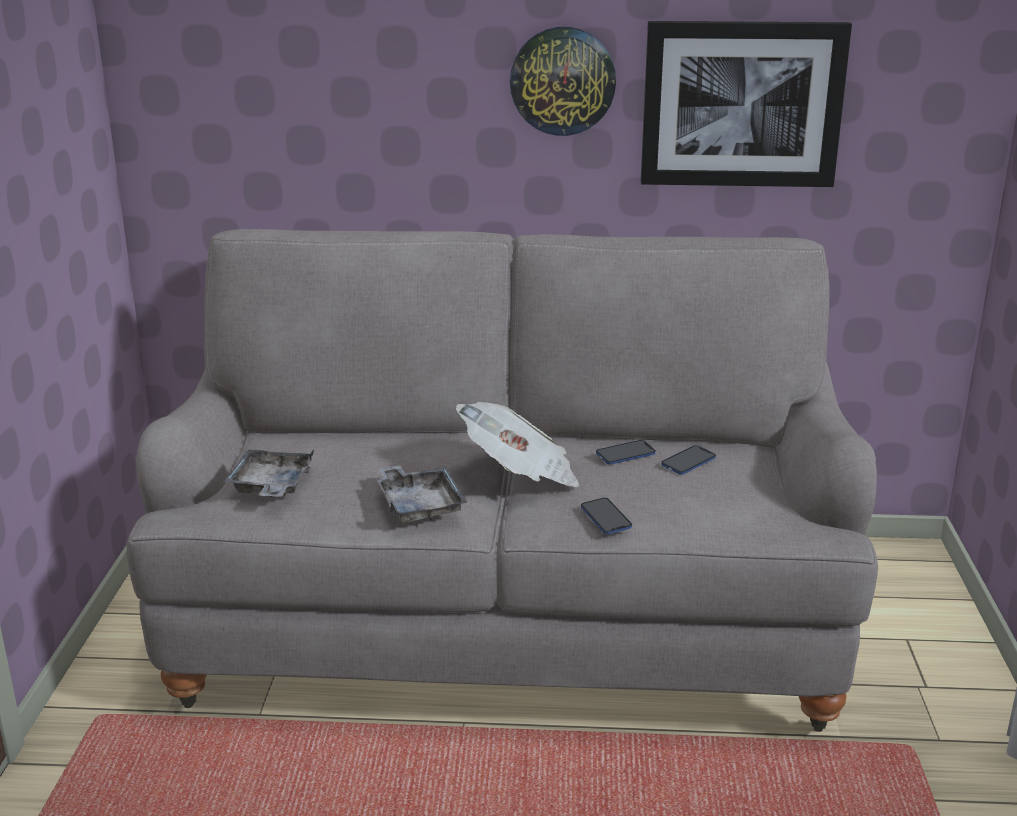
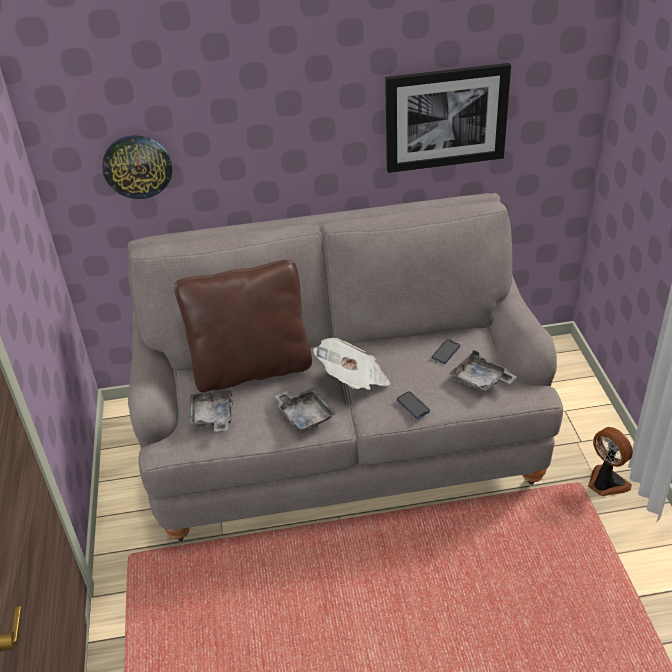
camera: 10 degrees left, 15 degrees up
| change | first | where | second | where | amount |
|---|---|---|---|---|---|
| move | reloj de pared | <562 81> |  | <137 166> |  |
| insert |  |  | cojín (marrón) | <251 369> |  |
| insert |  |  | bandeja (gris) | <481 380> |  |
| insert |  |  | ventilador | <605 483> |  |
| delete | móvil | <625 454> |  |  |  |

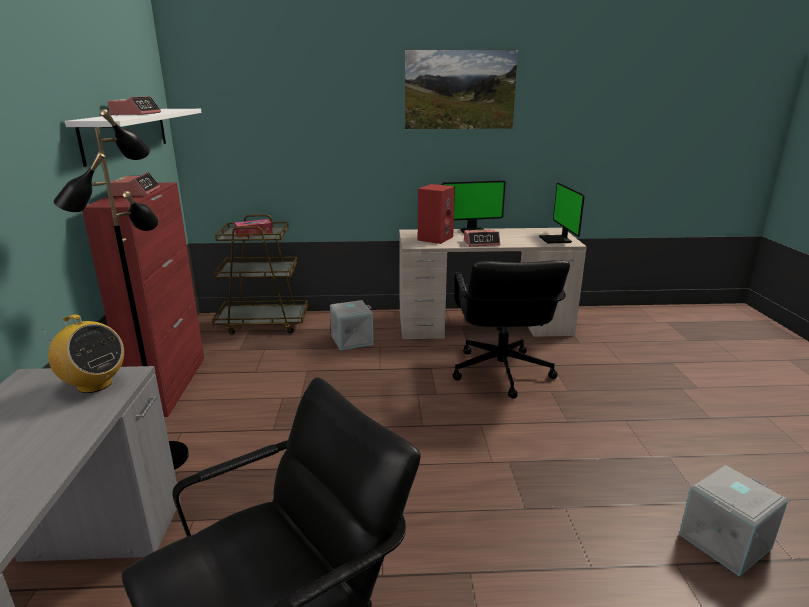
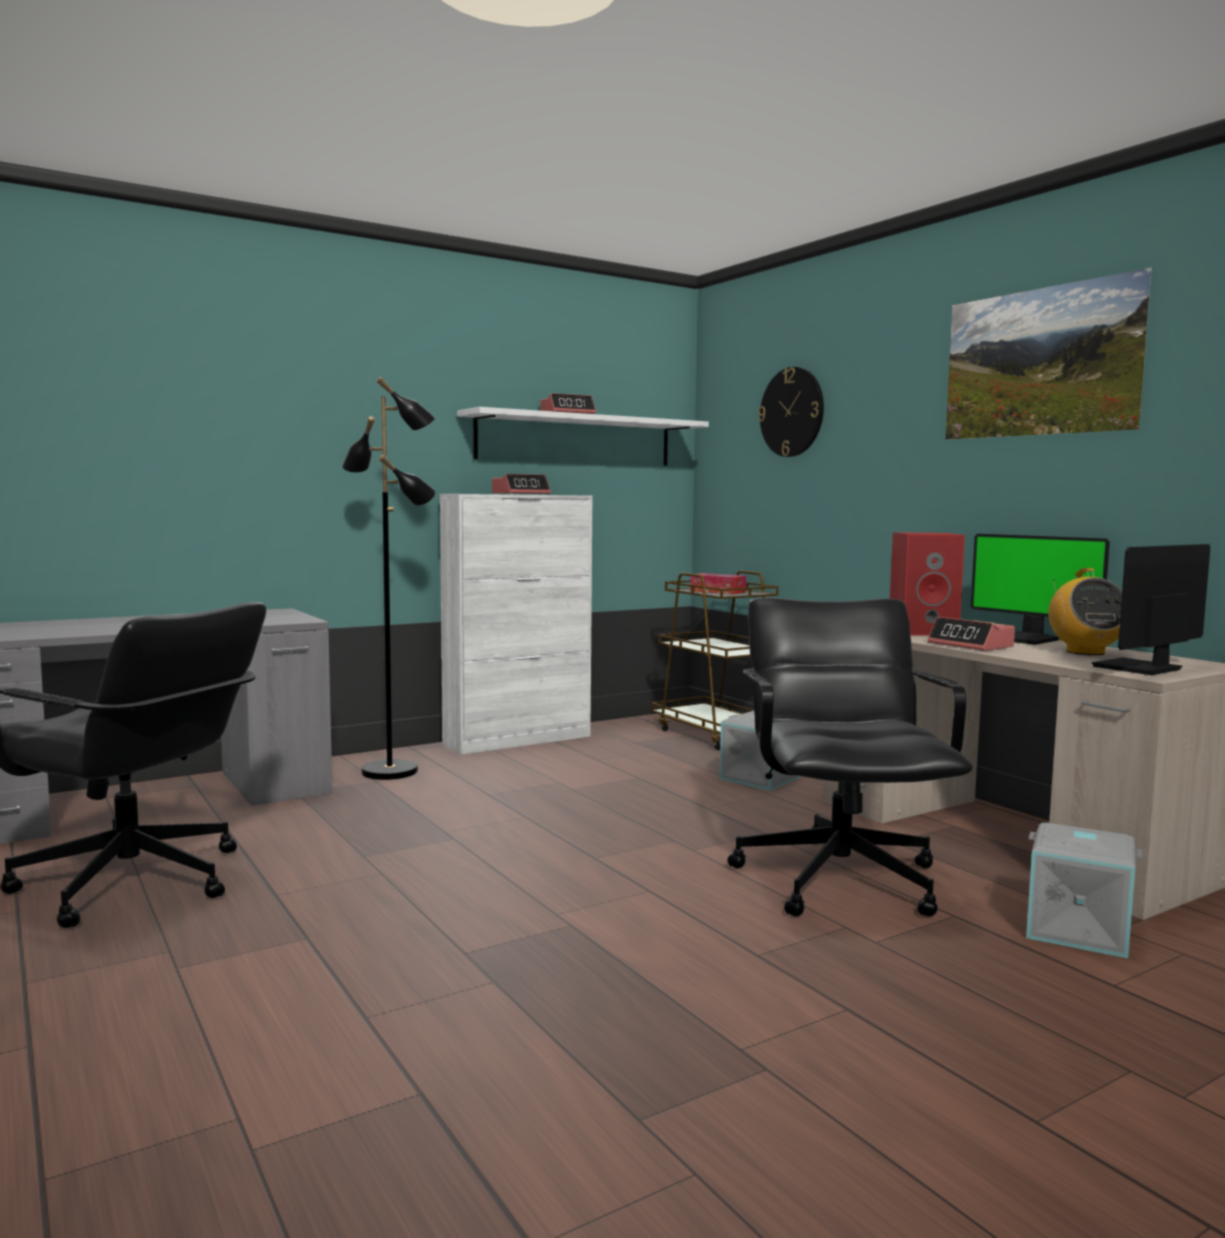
camera: 60 degrees right, 15 degrees down
| change | first | where | second | where | amount |
|---|---|---|---|---|---|
| recolor | armario (rojo) | <170 385> | armario (blanco) | <518 740> |  |
| rotate | silla de oficina (negro) | <500 372> |  | <840 879> | 120 degrees clockwise |
| insert |  |  | reloj de pared | <792 412> |  |
| move | caja de almacenaje (gris) | <723 540> |  | <1079 929> |  |
| move | radio | <94 385> |  | <1085 652> |  |

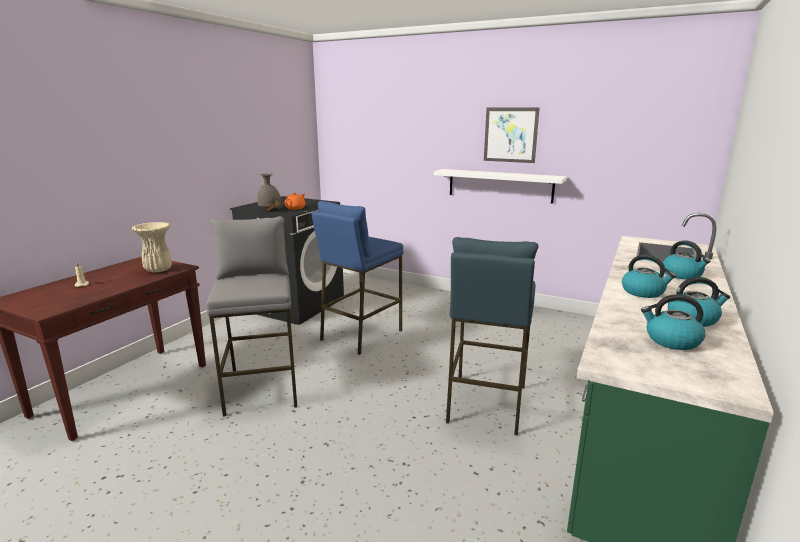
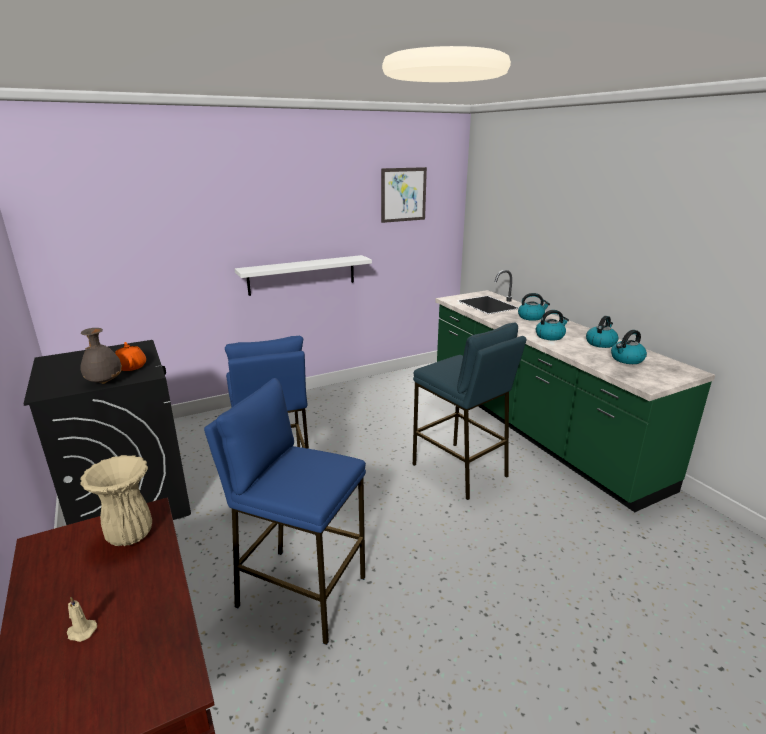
camera: 55 degrees left, 5 degrees up
| change | first | where | second | where | amount |
|---|---|---|---|---|---|
| recolor | taburete (gris) | <263 388> | taburete (azul) | <301 591> |  |
| move | cuadro | <510 135> |  | <403 194> |  |

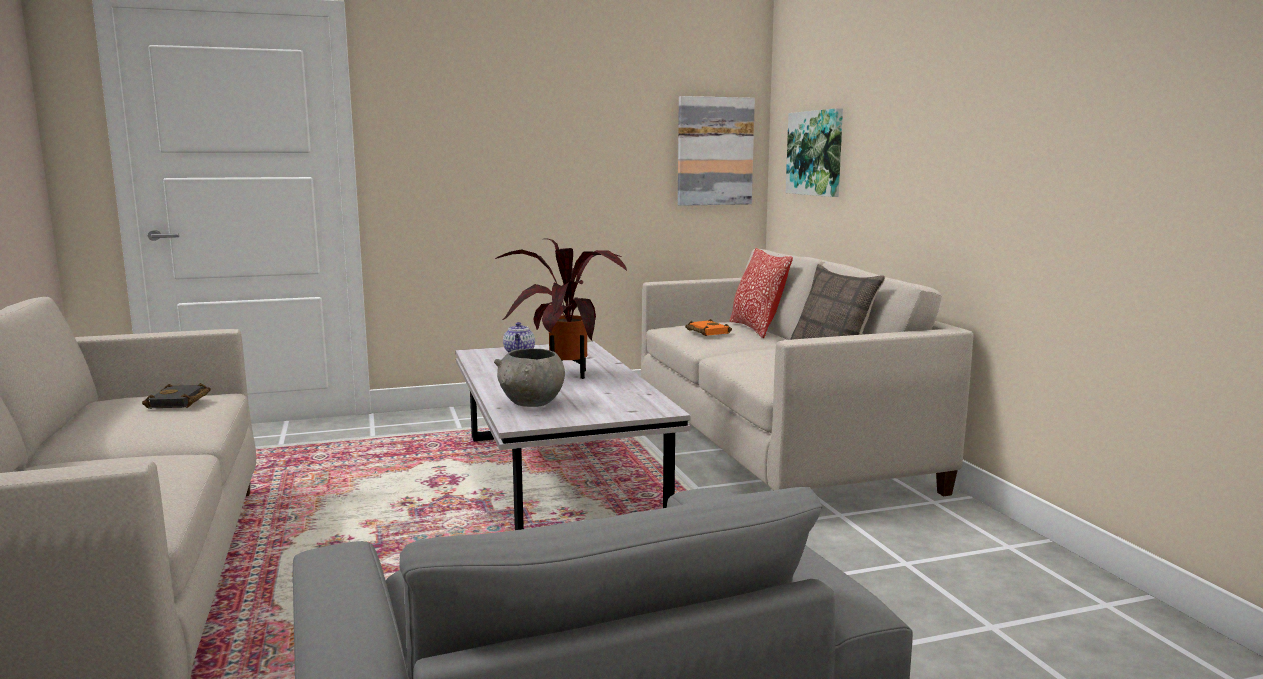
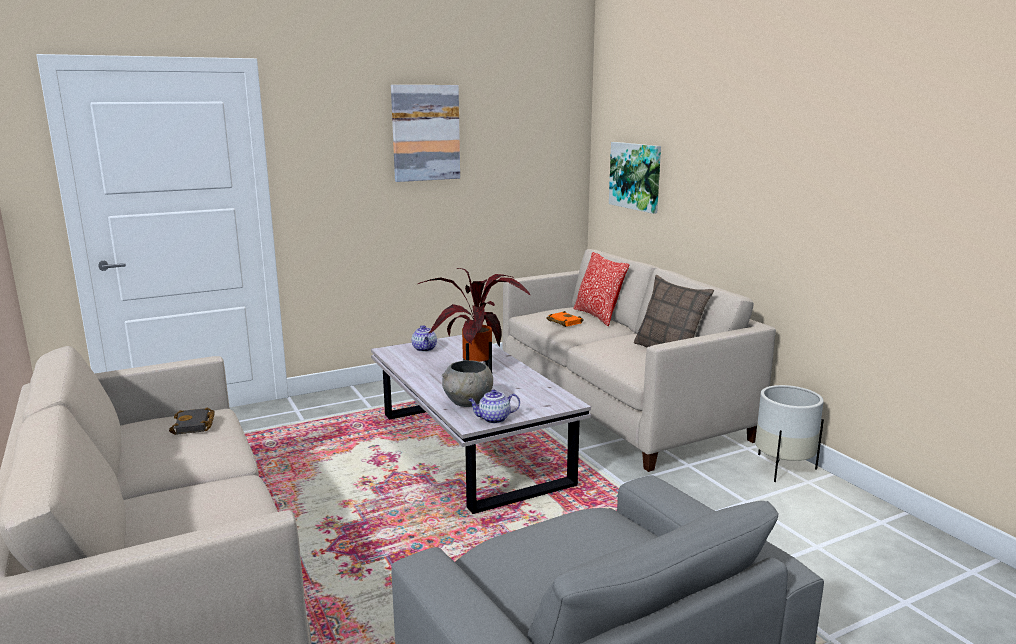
camera: 10 degrees left, 5 degrees up
| change | first | where | second | where | amount |
|---|---|---|---|---|---|
| move | cuadro | <714 151> |  | <425 133> |  |
| insert |  |  | tetera | <493 419> |  |
| insert |  |  | maceta (blanco) | <783 468> |  |

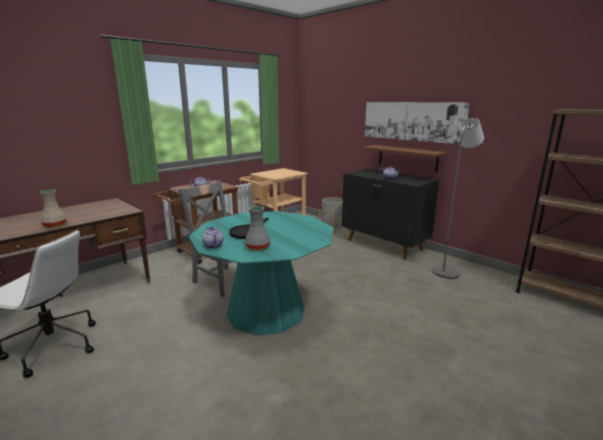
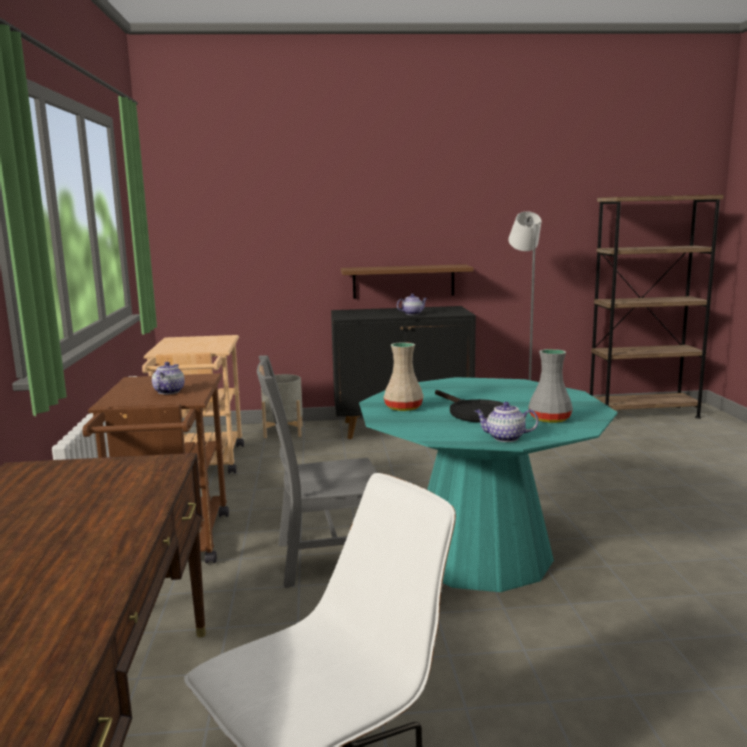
camera: 50 degrees left, 5 degrees down
| change | first | where | second | where | amount |
|---|---|---|---|---|---|
| move | florero (beis) | <55 225> |  | <403 407> |  |
| delete | cuadro | <411 121> |  |  |  |

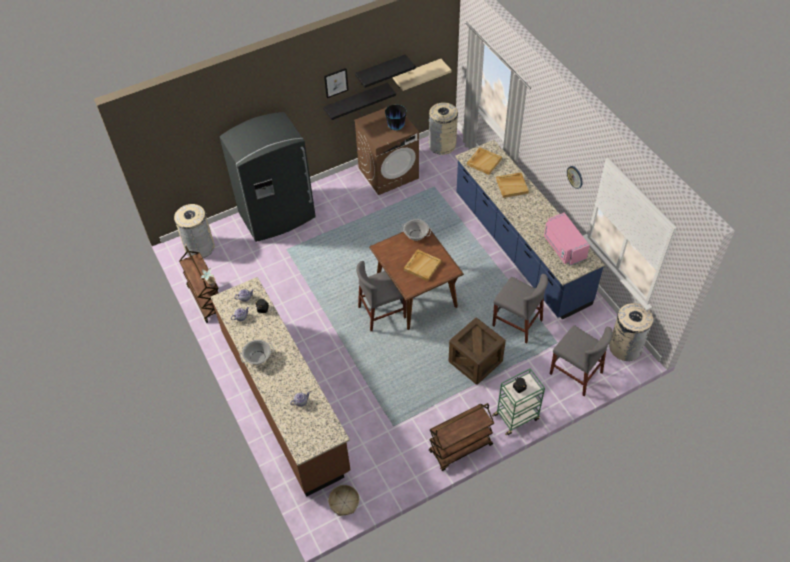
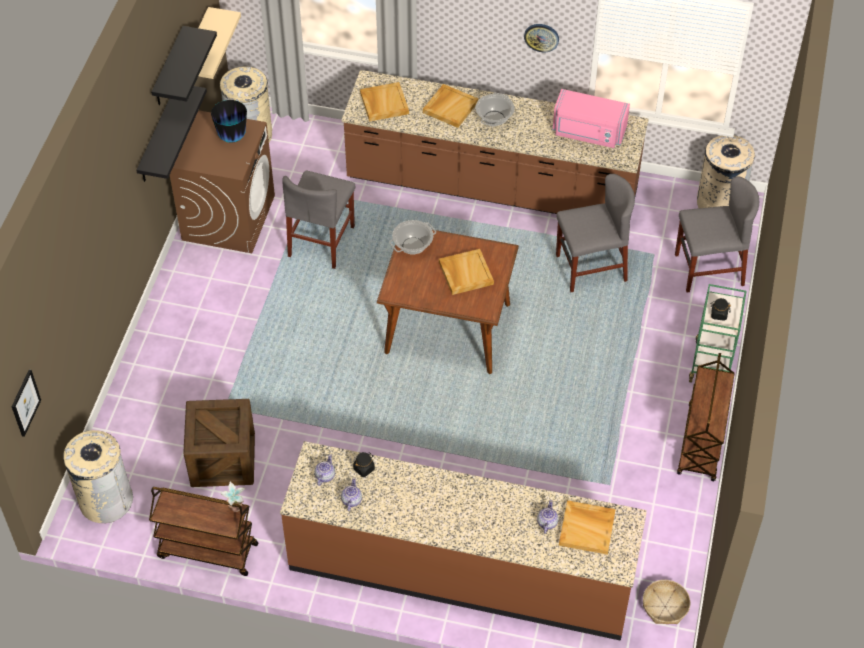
camera: 50 degrees left, 0 degrees up
| change | first | where | second | where | amount |
|---|---|---|---|---|---|
| move | cuadro | <336 82> |  | <25 403> |  |
| move | caja de embalaje | <475 361> |  | <223 460> |  |
| move | silla (gris) | <382 312> |  | <321 241> |  |
| recolor | mueble bajo de cocina (azul) | <520 248> | mueble bajo de cocina (marrón) | <492 186> |  |
| move | olla | <258 357> |  | <494 118> |  |
| insert |  |  | bandeja (beis) | <587 528> |  |
| delete | nevera (gris) | <278 216> |  |  |  |

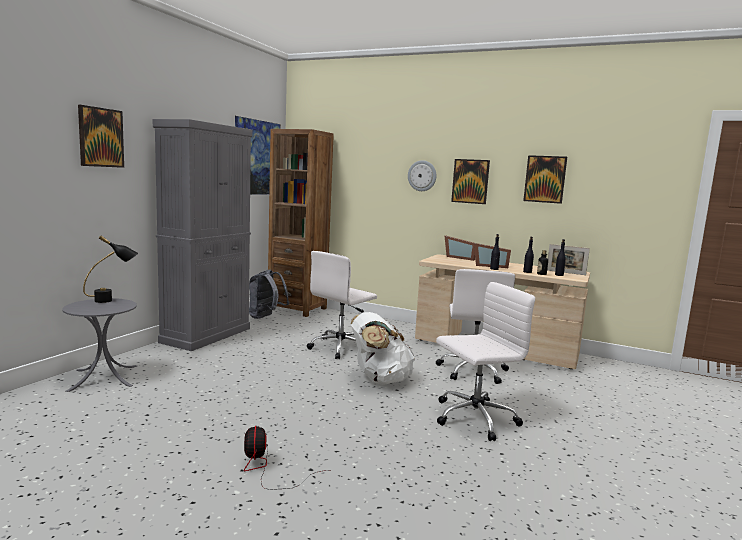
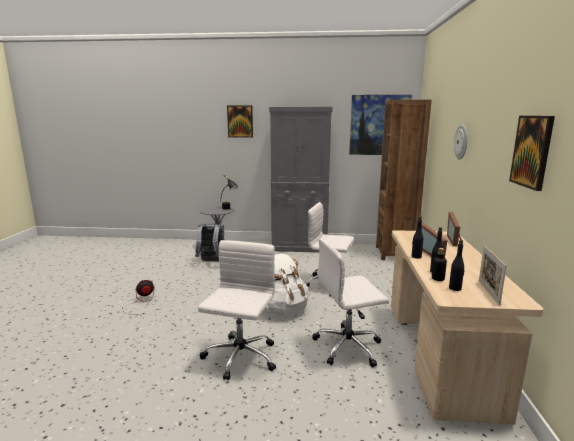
camera: 70 degrees right, 5 degrees up
| change | first | where | second | where | amount |
|---|---|---|---|---|---|
| move | mochila (gris) | <266 317> |  | <211 262> |  |
| rotate | silla de oficina (blanco) | <473 418> |  | <240 358> | 120 degrees counterclockwise |
| delete | cuadro | <470 181> |  |  |  |

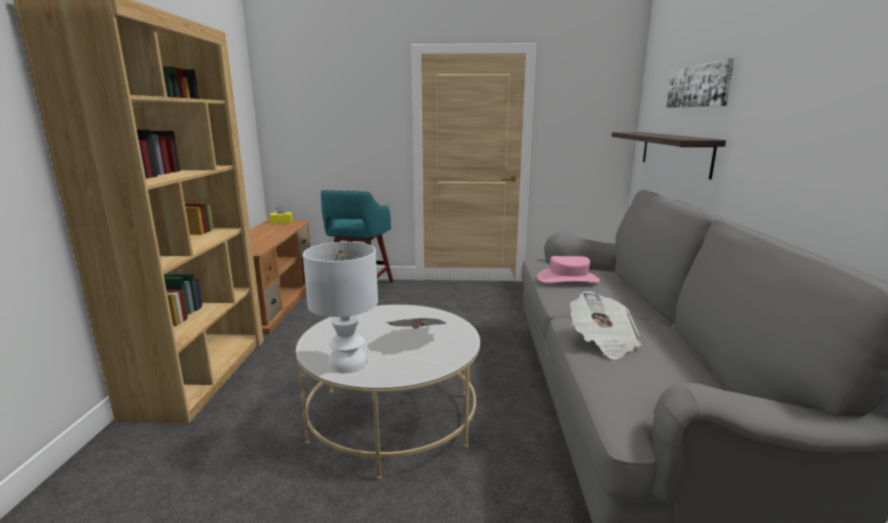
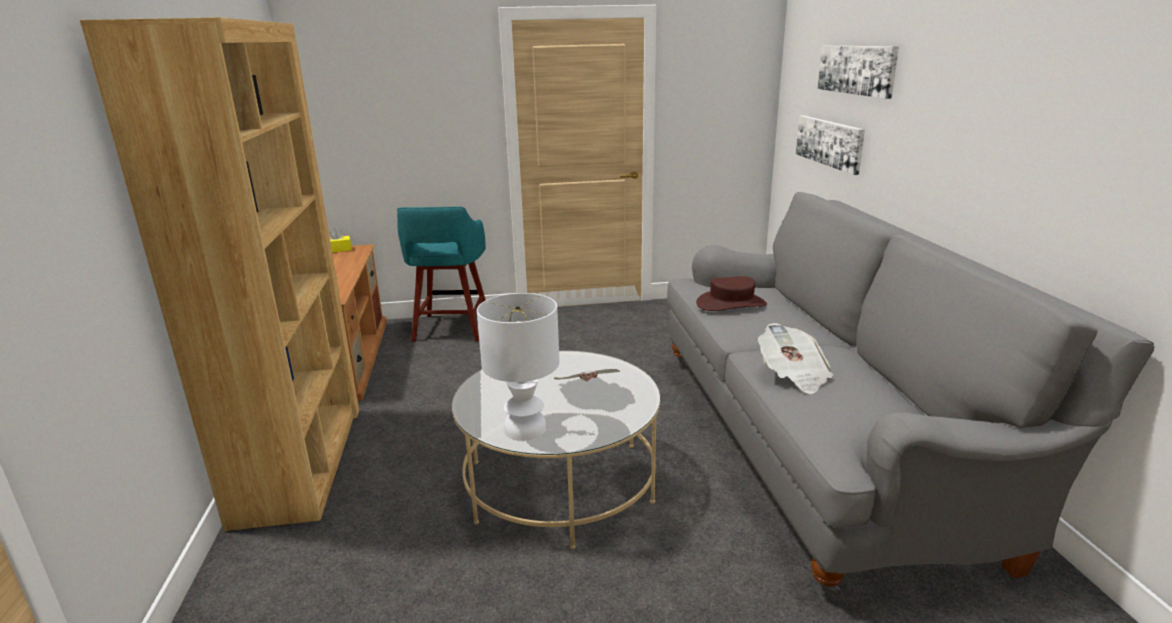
camera: 10 degrees left, 5 degrees up
| change | first | where | second | where | amount |
|---|---|---|---|---|---|
| recolor | sombrero (rosa) | <568 279> | sombrero (marrón) | <731 303> |  |
| replace | estante | <674 152> | cuadro | <829 142> |  |

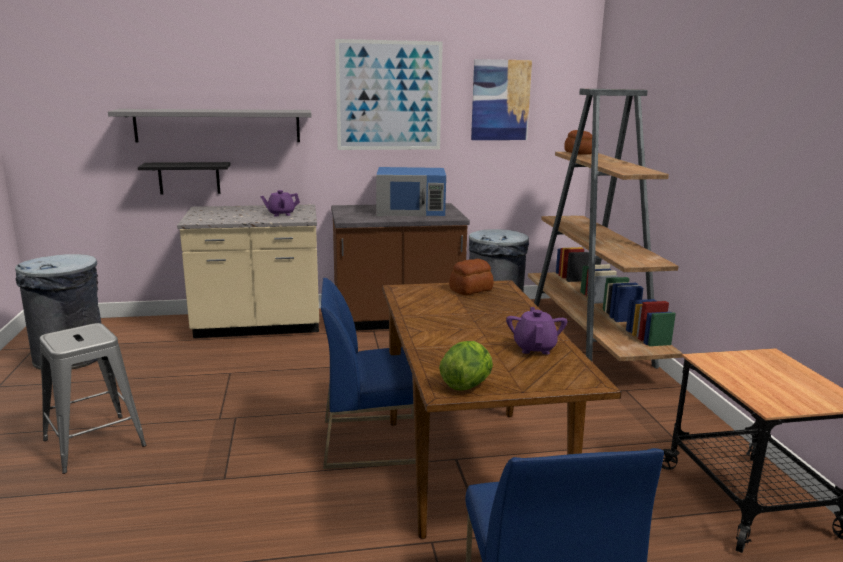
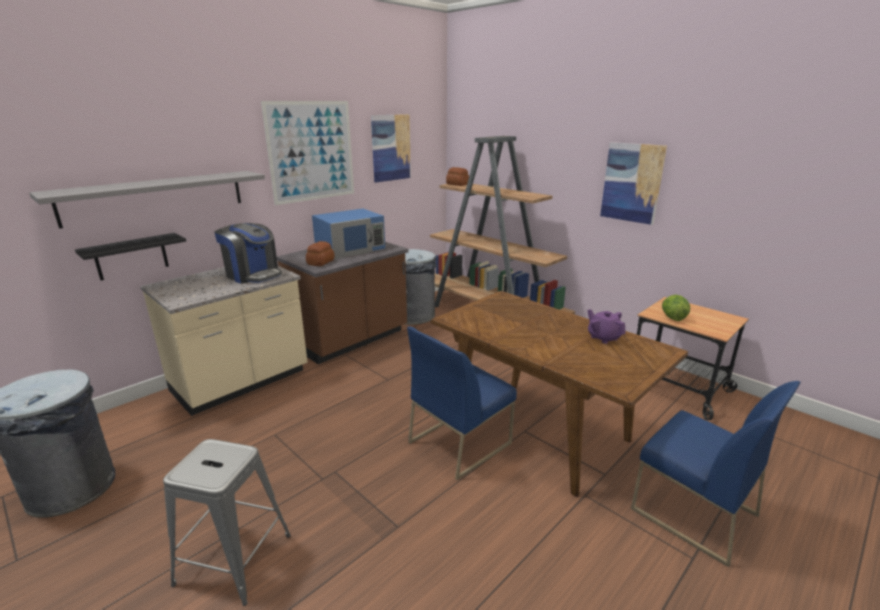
camera: 35 degrees left, 5 degrees up
| change | first | where | second | where | amount |
|---|---|---|---|---|---|
| replace | tetera (morado) | <281 214> | cafetera | <253 275> |  |
| move | pan | <471 290> |  | <321 262> |  |
| insert |  |  | cuadro | <632 183> |  |
| move | lechuga | <467 385> |  | <672 318> |  |

